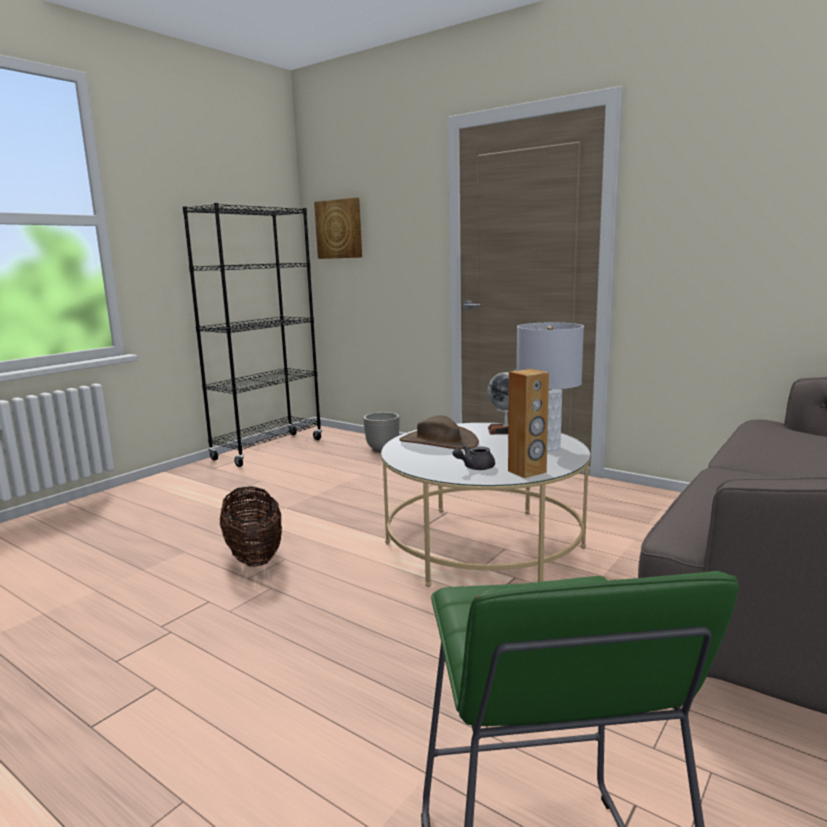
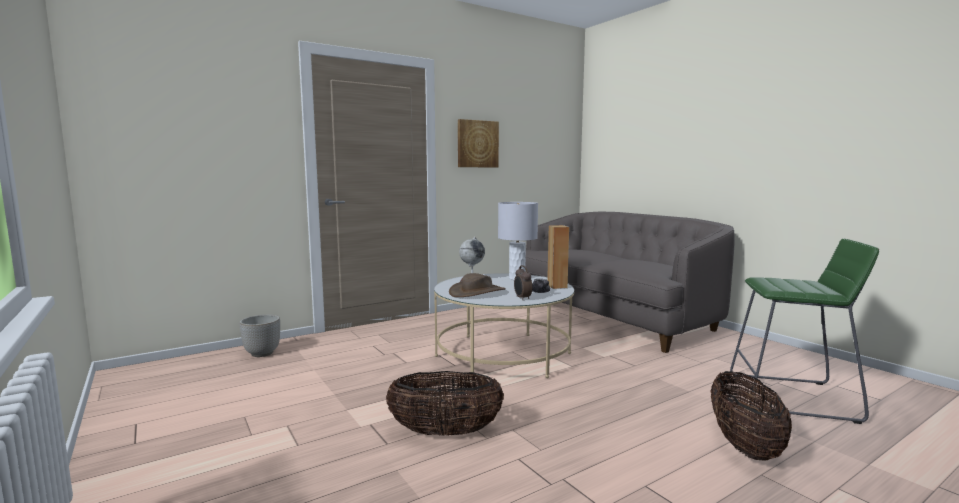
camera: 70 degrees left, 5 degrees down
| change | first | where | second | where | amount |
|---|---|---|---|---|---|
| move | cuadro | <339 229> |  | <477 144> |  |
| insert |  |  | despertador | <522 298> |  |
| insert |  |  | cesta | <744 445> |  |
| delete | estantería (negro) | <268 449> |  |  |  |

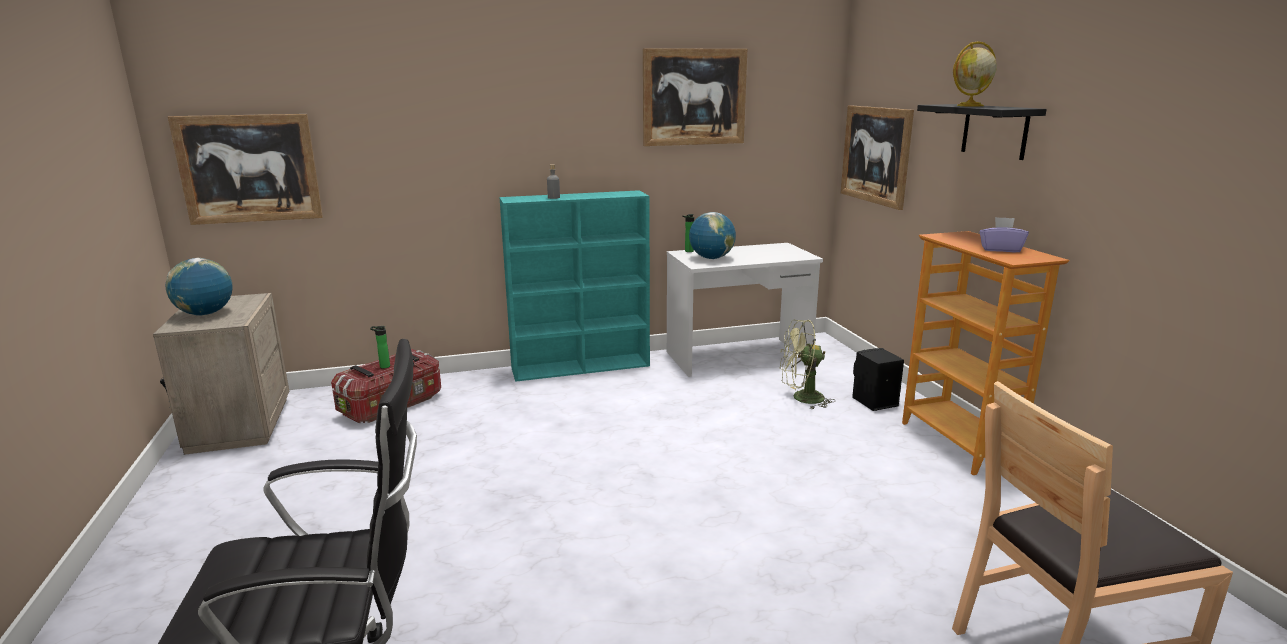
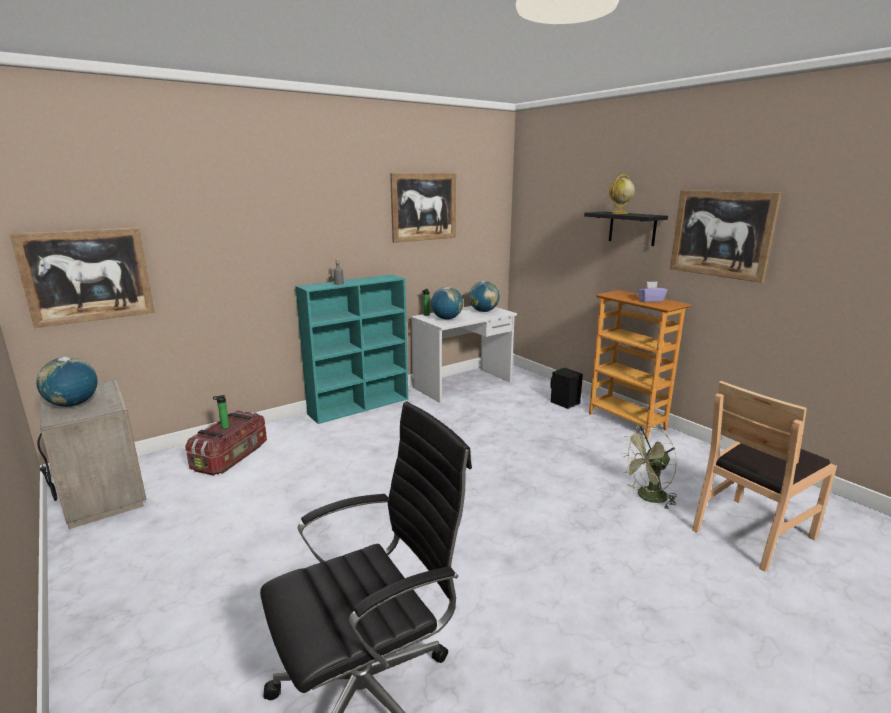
camera: 20 degrees left, 0 degrees up
| change | first | where | second | where | amount |
|---|---|---|---|---|---|
| insert |  |  | globo terráqueo | <483 311> |  |
| move | ventilador (verde) | <801 398> |  | <647 497> |  |
| move | cuadro | <875 155> |  | <721 234> |  |

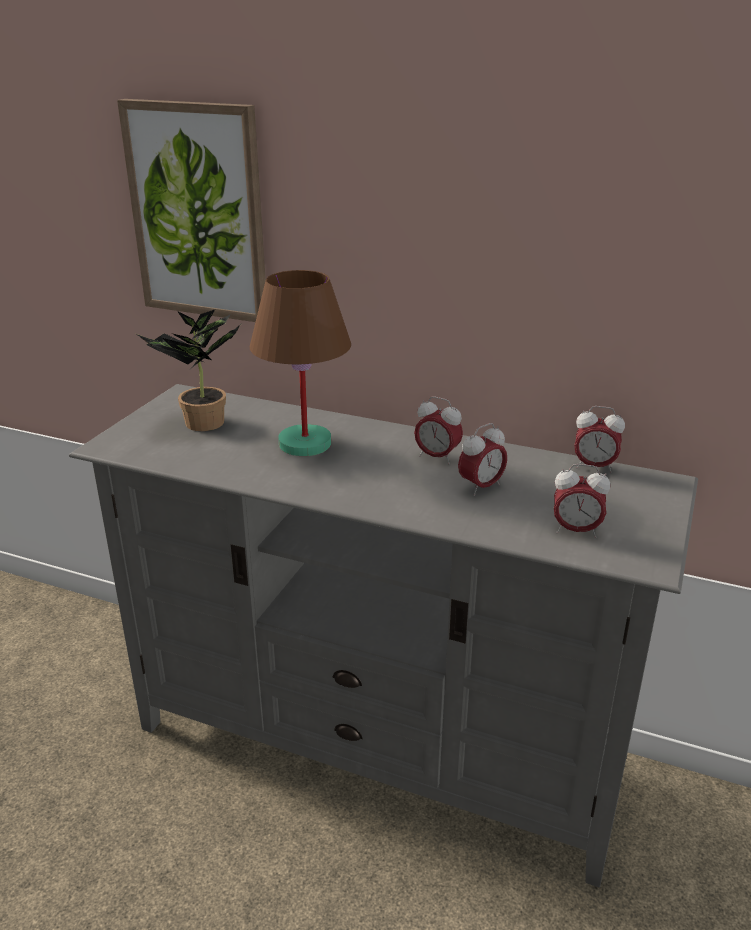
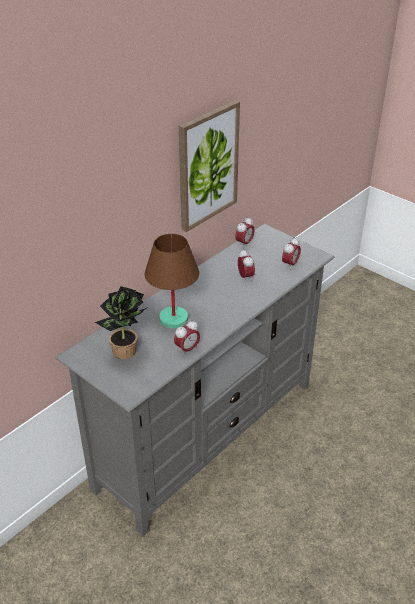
camera: 70 degrees left, 10 degrees up
| change | first | where | second | where | amount |
|---|---|---|---|---|---|
| move | despertador | <437 457> |  | <187 349> |  |
| move | cuadro | <198 212> |  | <207 166> |  |

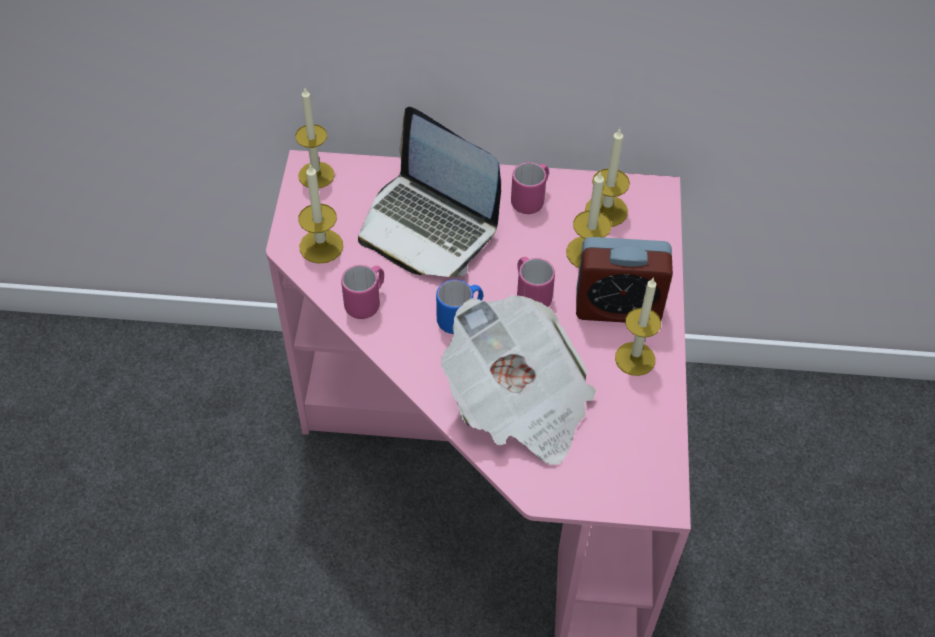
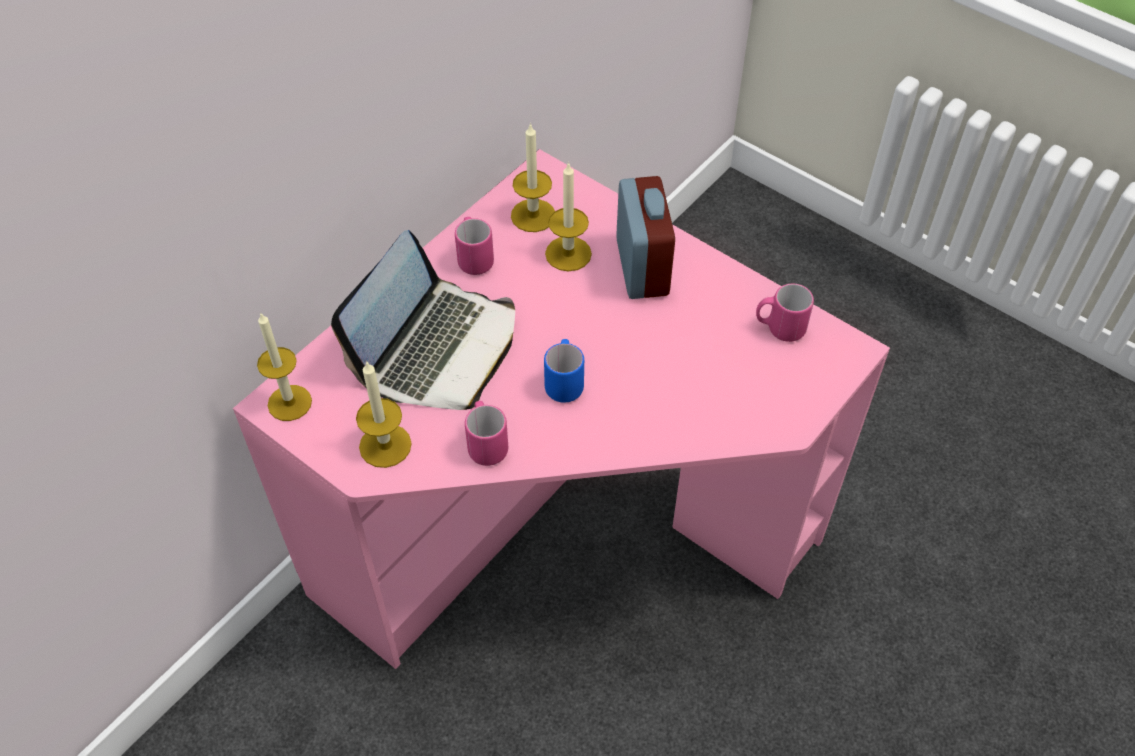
camera: 55 degrees left, 0 degrees up
| change | first | where | second | where | amount |
|---|---|---|---|---|---|
| rotate | portátil | <428 226> |  | <438 348> | 45 degrees counterclockwise |
| rotate | despertador | <618 307> |  | <642 267> | 45 degrees counterclockwise |
| move | taza grande (rosa) | <530 294> |  | <779 328> |  |
| delete | periódico | <518 402> |  |  |  |
| delete | vela | <635 358> |  |  |  |

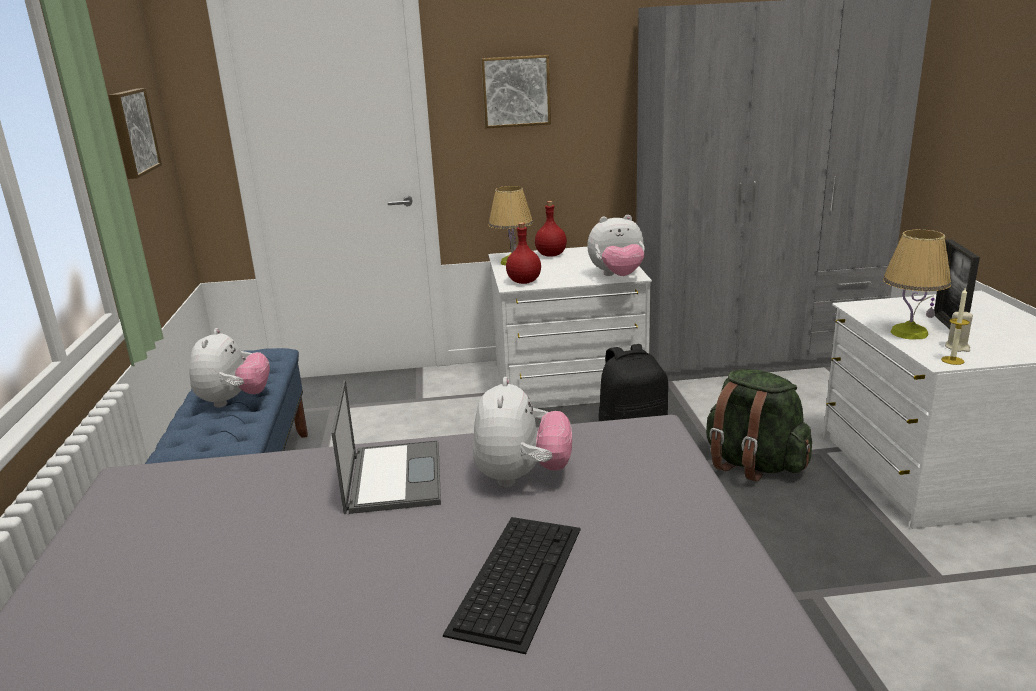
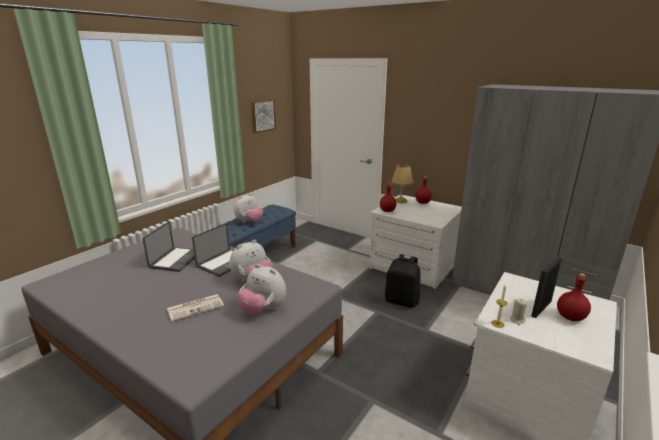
camera: 40 degrees right, 0 degrees up
| change | first | where | second | where | amount |
|---|---|---|---|---|---|
| insert |  |  | portátil | <176 259> |  |
| replace | teclado | <517 577> | periódico | <196 307> |  |
| move | peluche | <617 276> |  | <263 310> |  |
| insert |  |  | botella (rojo) | <571 317> |  |
| delete | cuadro | <515 91> |  |  |  |
| delete | mochila (verde) | <753 464> |  |  |  |
| delete | lámpara de mesa | <908 333> |  |  |  |

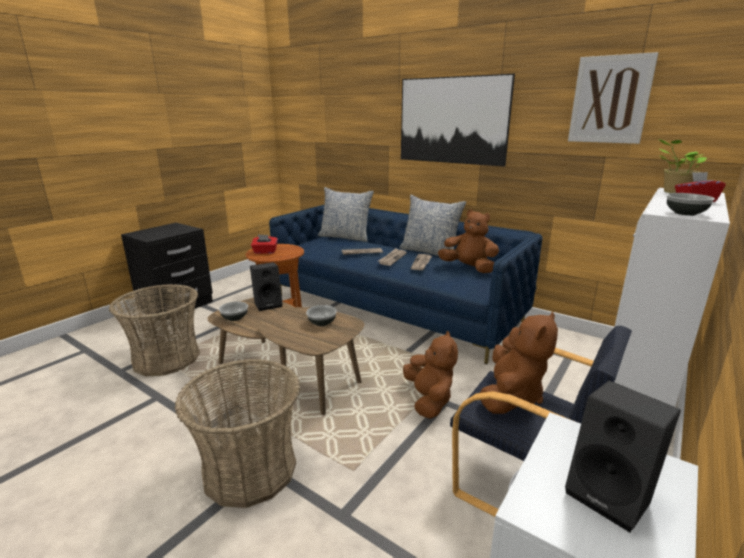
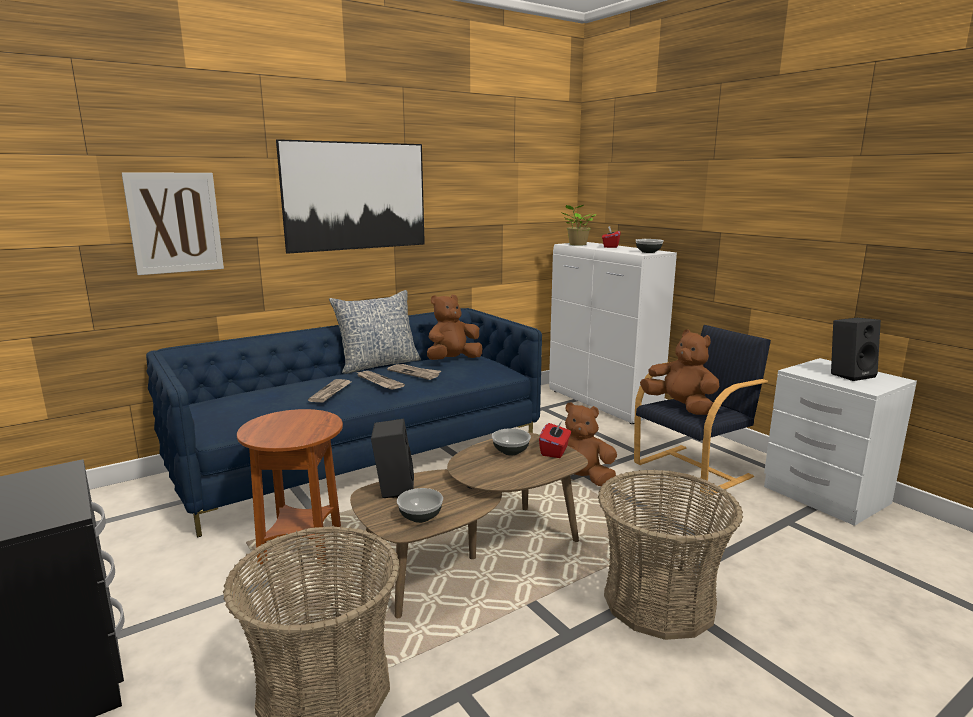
camera: 70 degrees left, 5 degrees down
| change | first | where | second | where | amount |
|---|---|---|---|---|---|
| move | cuadro | <610 100> |  | <175 223> |  |
| move | caja de pañuelos (rojo) | <265 252> |  | <555 451> |  |
| delete | cojín | <345 237> |  |  |  |

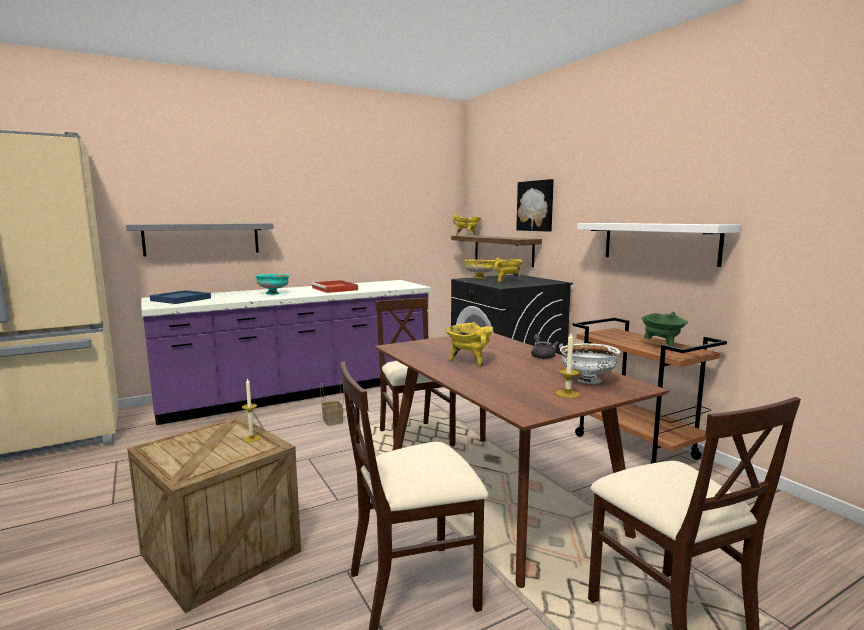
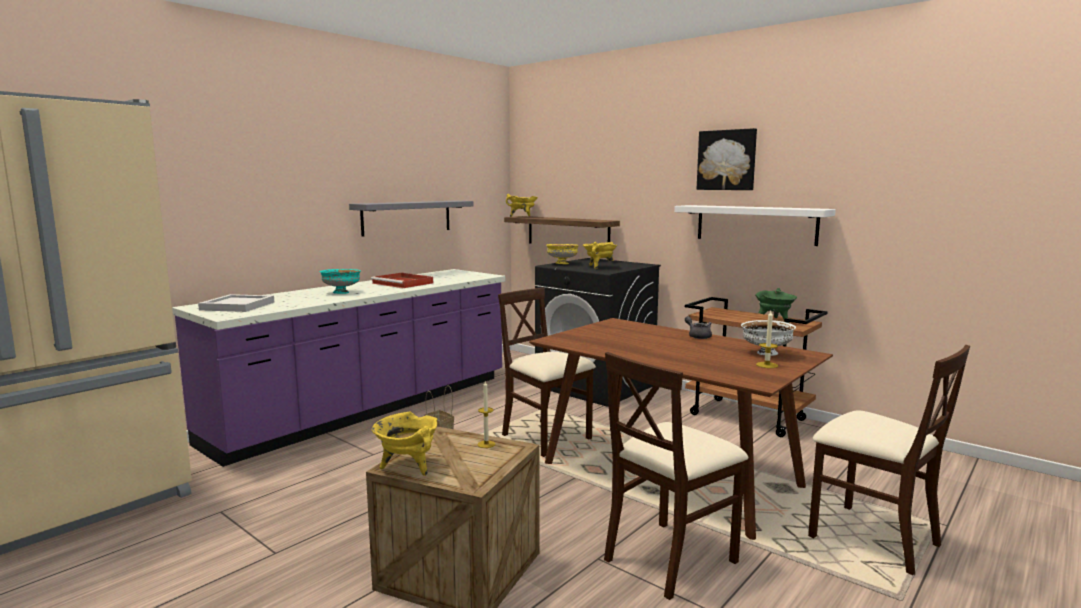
camera: 20 degrees left, 0 degrees up
| change | first | where | second | where | amount |
|---|---|---|---|---|---|
| recolor | bandeja (azul) | <181 299> | bandeja (blanco) | <237 306> |  |
| move | estante (gris) | <202 239> |  | <407 217> |  |
| move | olla (amarillo) | <469 361> |  | <408 467> |  |
| move | cuadro | <536 206> |  | <727 160> |  |

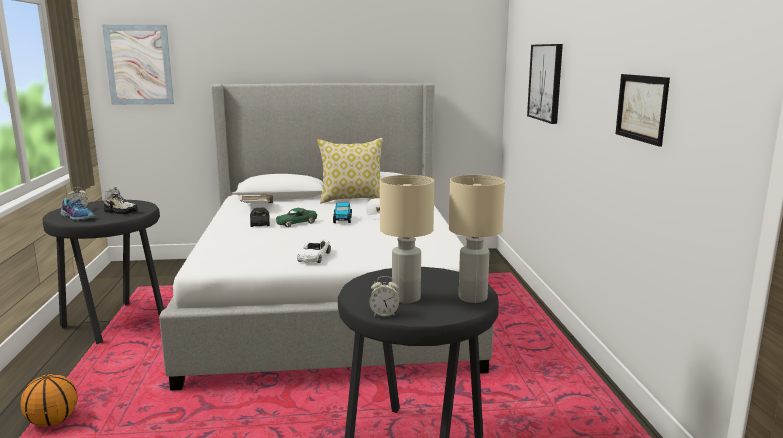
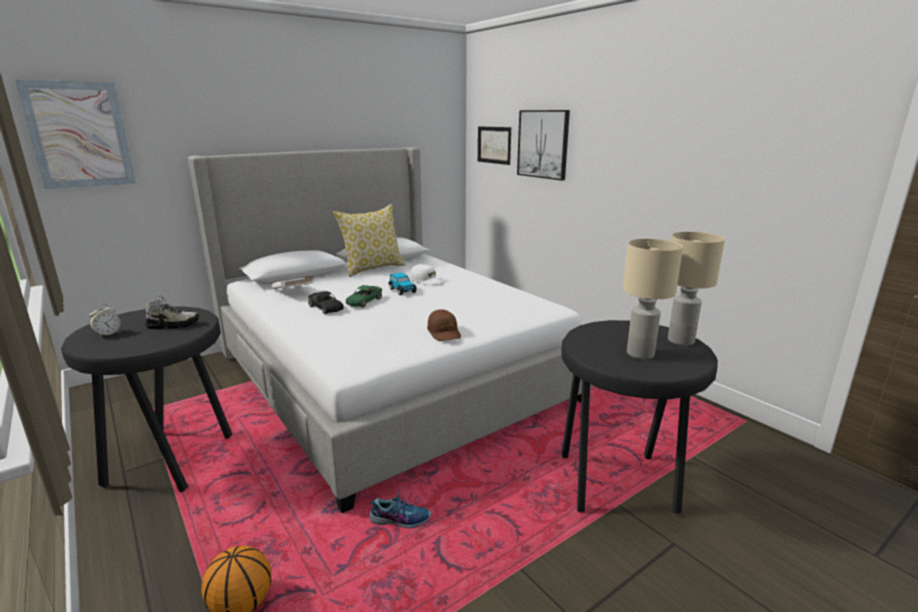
camera: 30 degrees left, 5 degrees up
| change | first | where | second | where | amount |
|---|---|---|---|---|---|
| move | zapato | <78 217> |  | <400 519> |  |
| replace | coche de juguete (blanco) | <314 257> | gorra (marrón) | <444 332> |  |
| move | cuadro | <641 108> |  | <494 145> |  |
| delete | despertador | <384 314> |  |  |  |

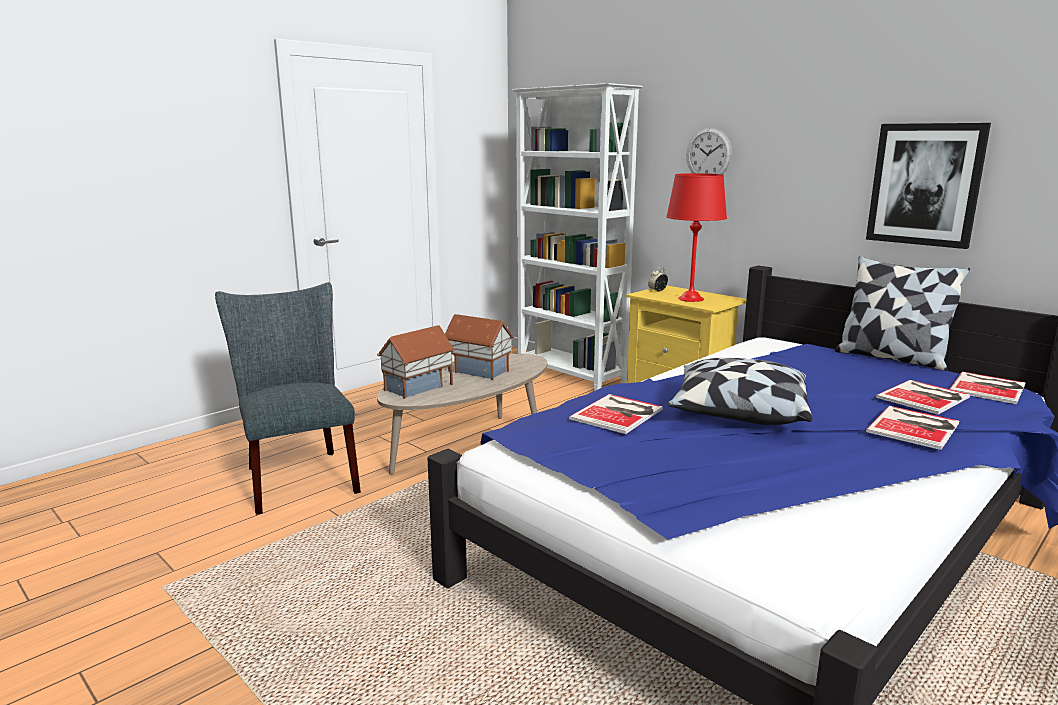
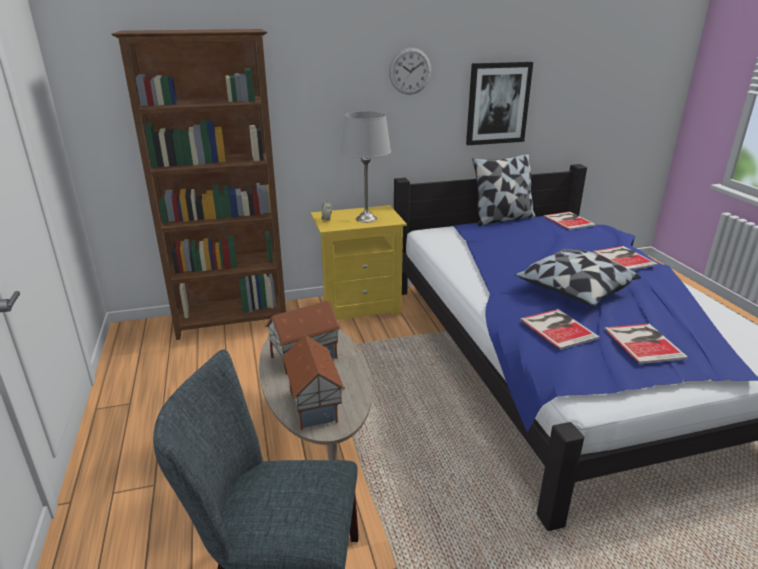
camera: 60 degrees left, 10 degrees up
| change | first | where | second | where | amount |
|---|---|---|---|---|---|
| recolor | estantería (blanco) | <570 375> | estantería (marrón) | <233 321> |  |
| recolor | lámpara de mesa (rojo) | <690 299> | lámpara de mesa (gris) | <366 219> |  |
| move | reloj de pared | <708 154> |  | <410 71> |  |
| move | libro | <925 397> |  | <644 342> |  |

